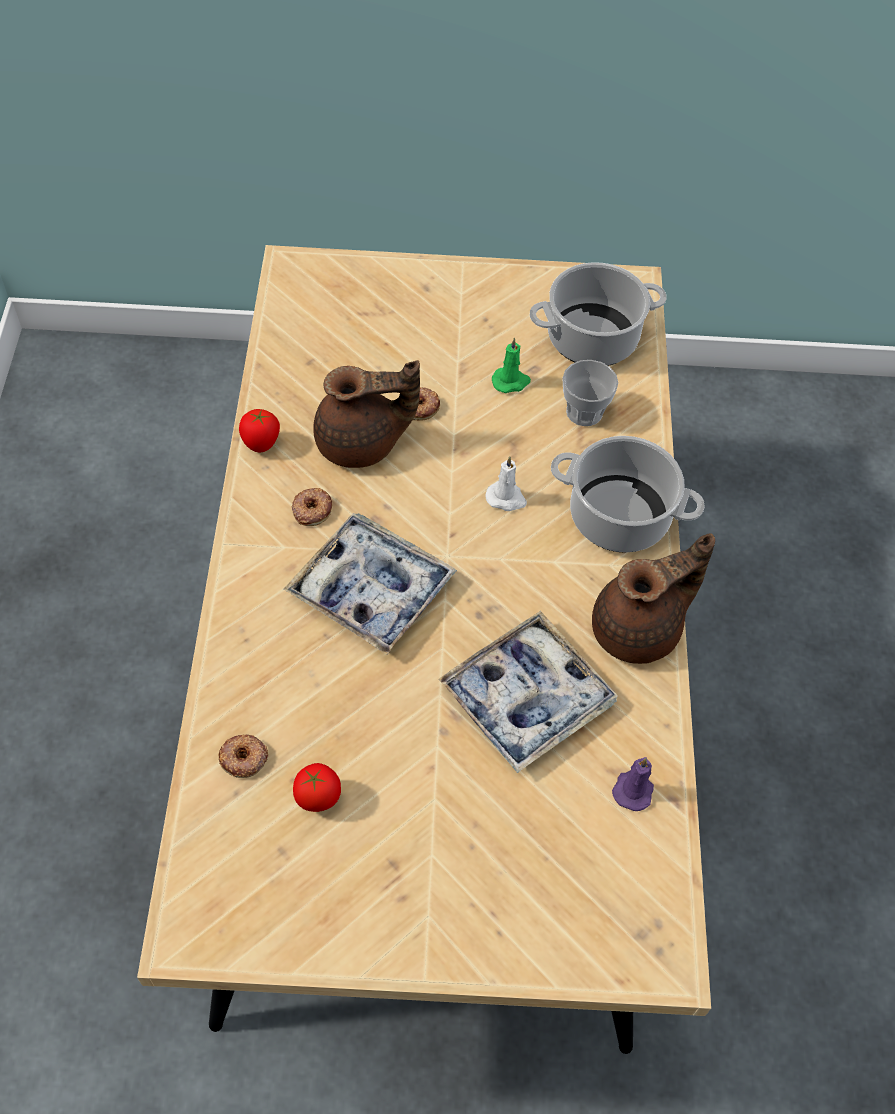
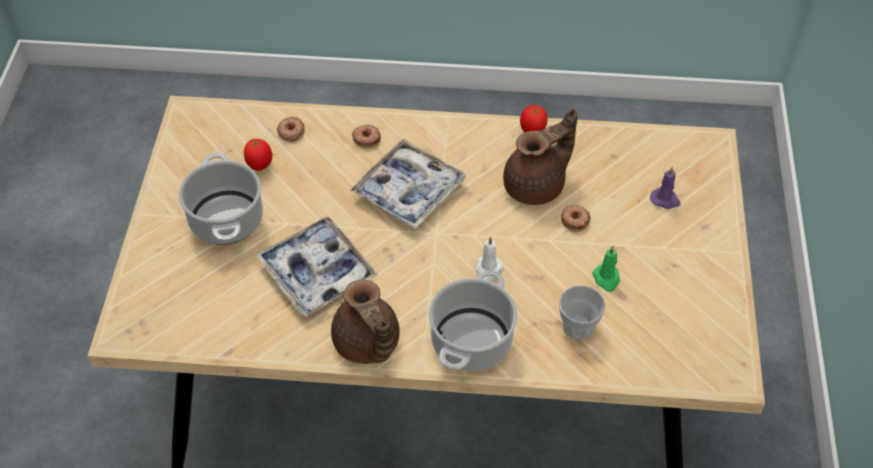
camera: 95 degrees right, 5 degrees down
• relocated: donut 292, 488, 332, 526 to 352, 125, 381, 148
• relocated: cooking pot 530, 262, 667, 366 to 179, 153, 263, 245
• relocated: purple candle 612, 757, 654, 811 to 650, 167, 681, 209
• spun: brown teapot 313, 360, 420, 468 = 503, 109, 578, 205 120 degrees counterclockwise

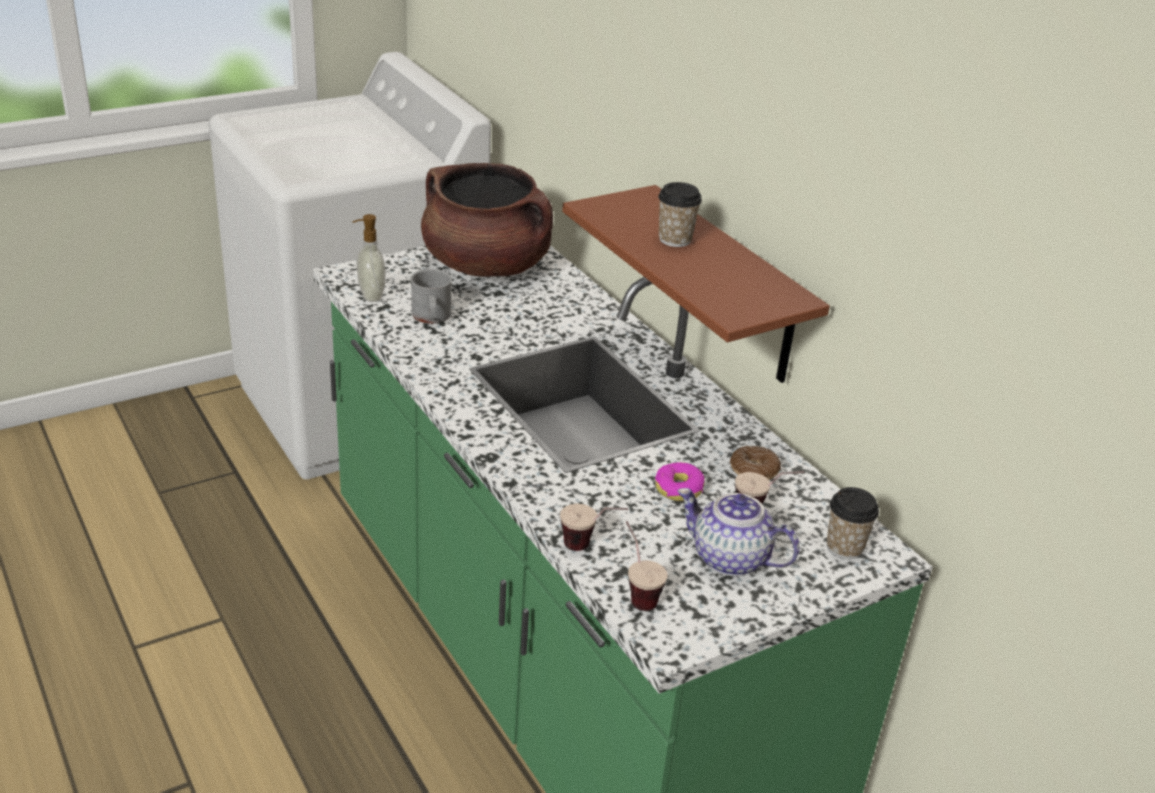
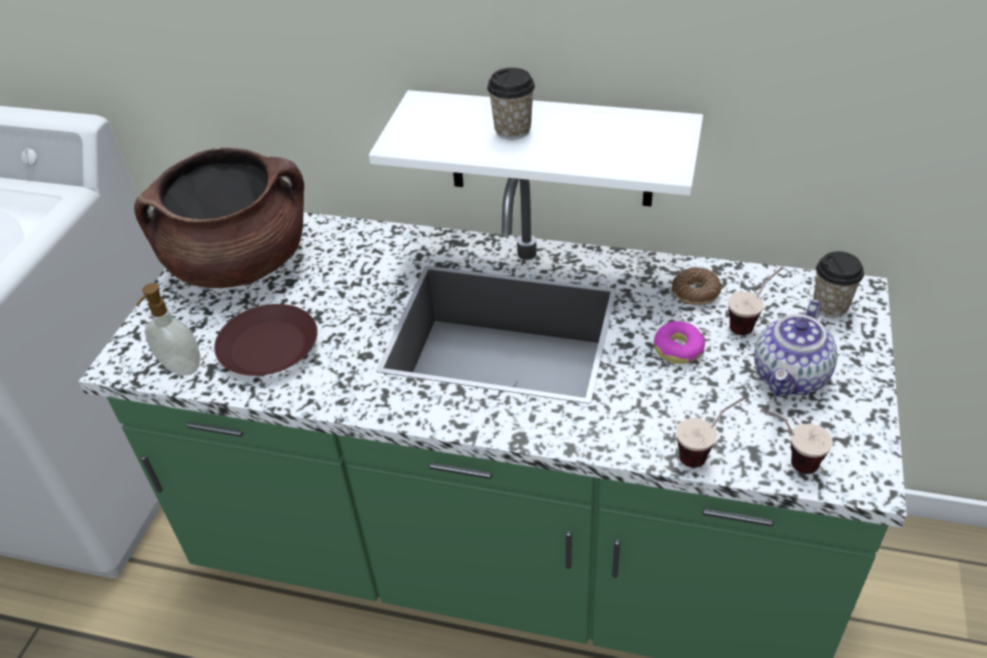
camera: 40 degrees left, 10 degrees up
• exchanged: grey mug 411, 269, 452, 324 to brown plate 214, 304, 318, 376
• colour: brown shelf 562, 185, 830, 383 to white shelf 369, 90, 703, 207
• spun: teapot 677, 488, 800, 576 = 754, 300, 837, 397 45 degrees counterclockwise

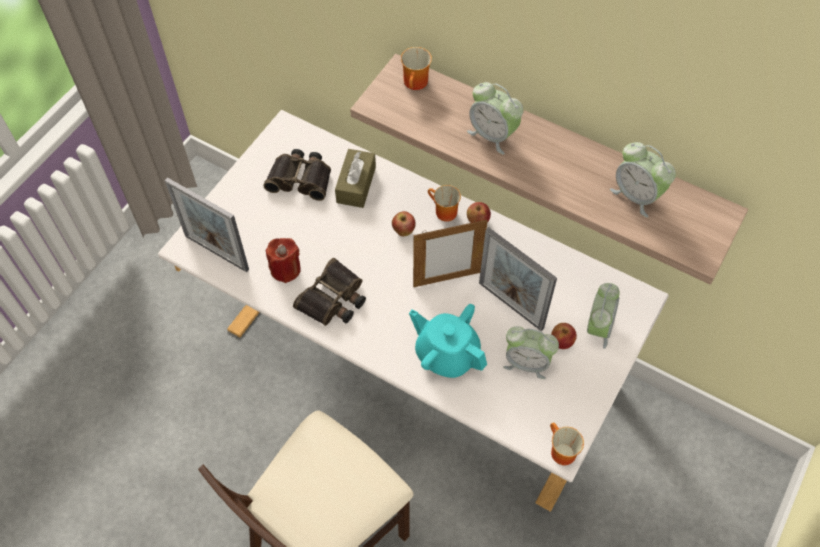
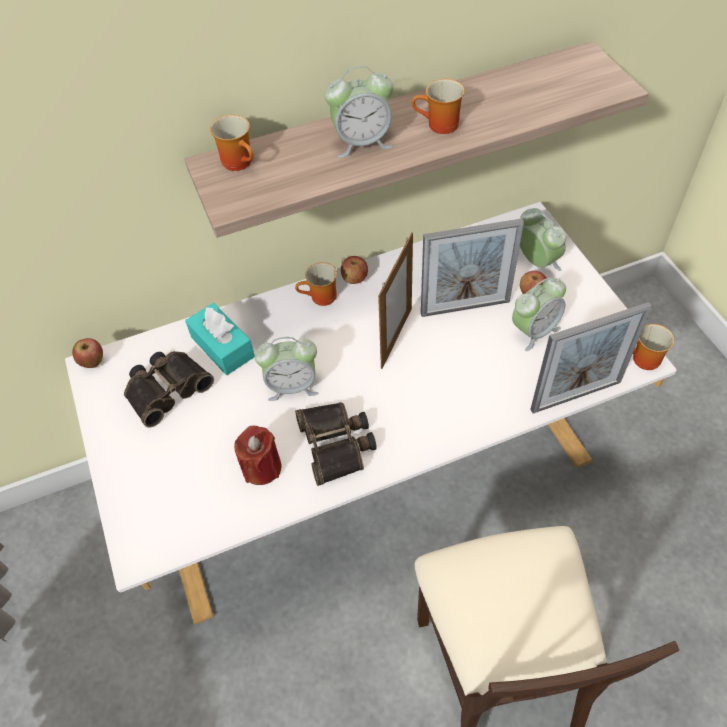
camera: 50 degrees left, 5 degrees down
• missing: turquoise teapot 409, 304, 487, 378
• appeared: mug 412, 79, 465, 134
• relocated: picture frame 164, 177, 249, 272 to 530, 302, 652, 414
• relocated: apple 392, 211, 416, 236 to 72, 338, 103, 368
• relocated: alarm clock 610, 142, 676, 218 to 255, 337, 318, 401
• colour: brown tissue box 335, 149, 376, 208 to turquoise tissue box 185, 303, 255, 375

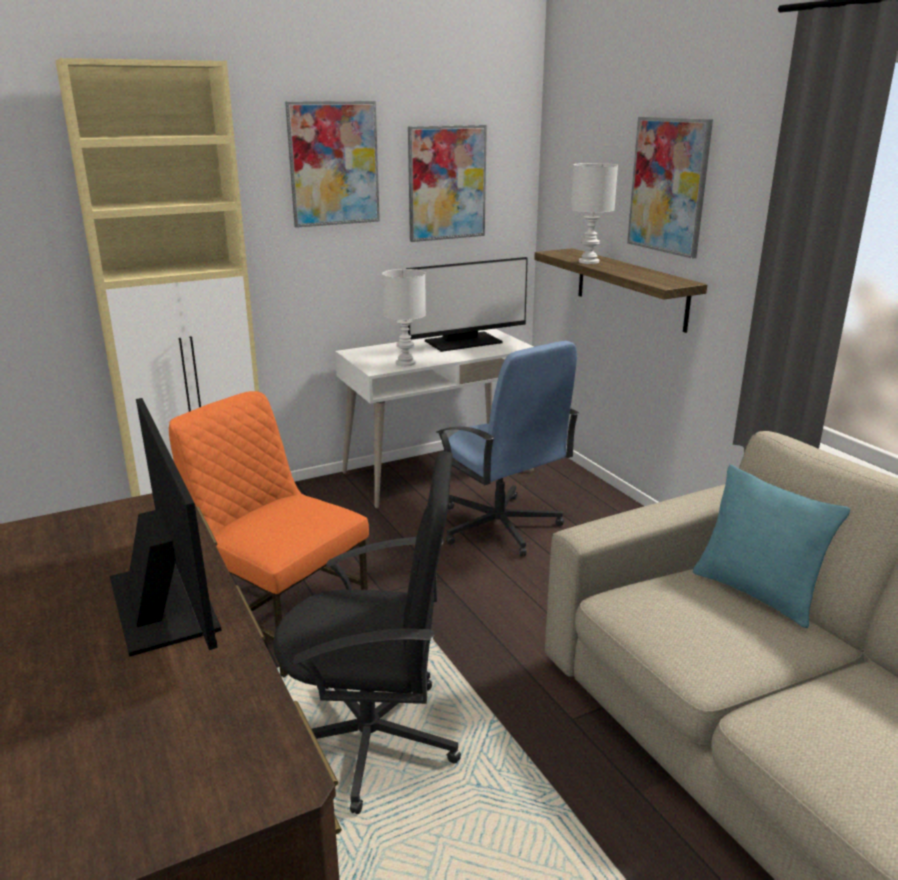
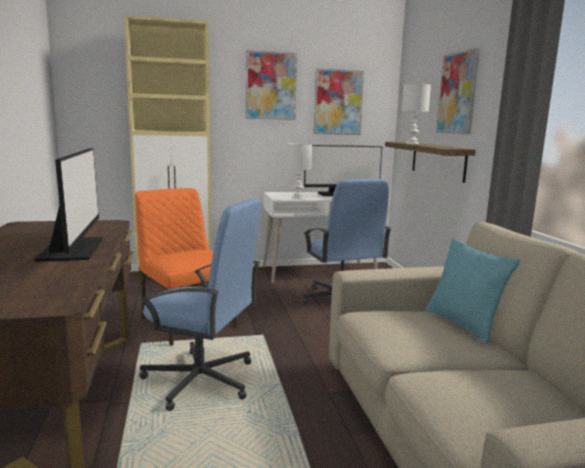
camera: 15 degrees right, 10 degrees down
• colour: black office chair 273, 452, 461, 814 to blue office chair 139, 198, 261, 411

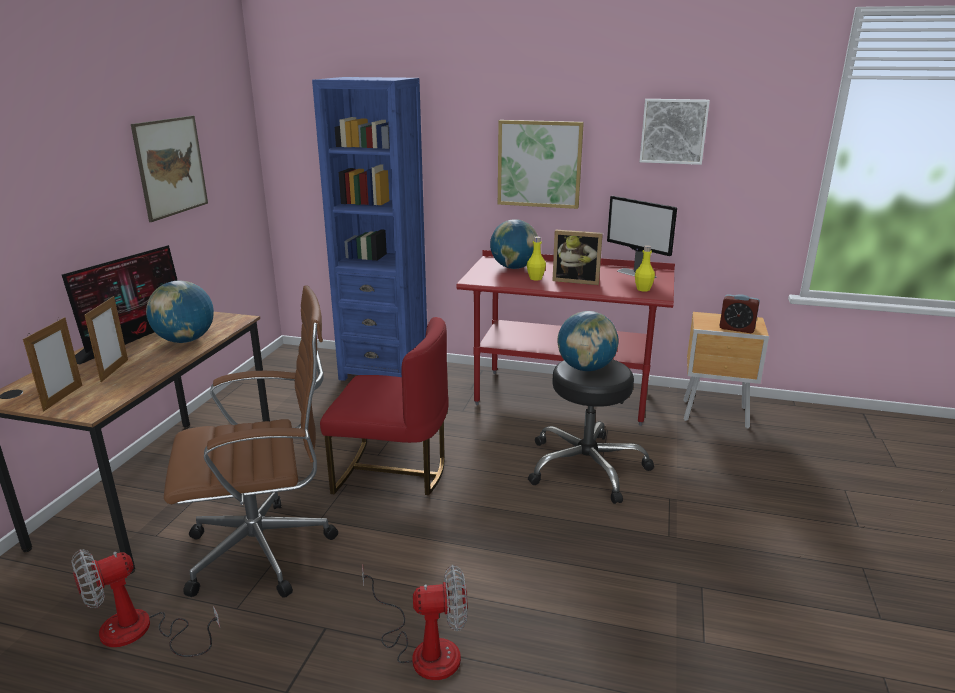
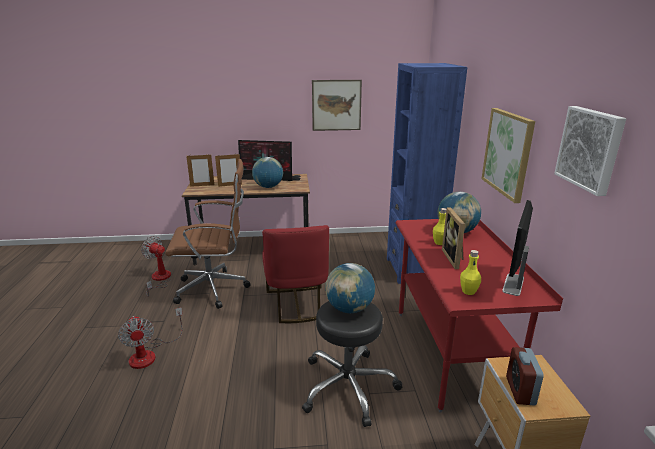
camera: 70 degrees right, 0 degrees up
• spun: brown office chair 164, 285, 338, 598 = 165, 159, 251, 309 60 degrees counterclockwise

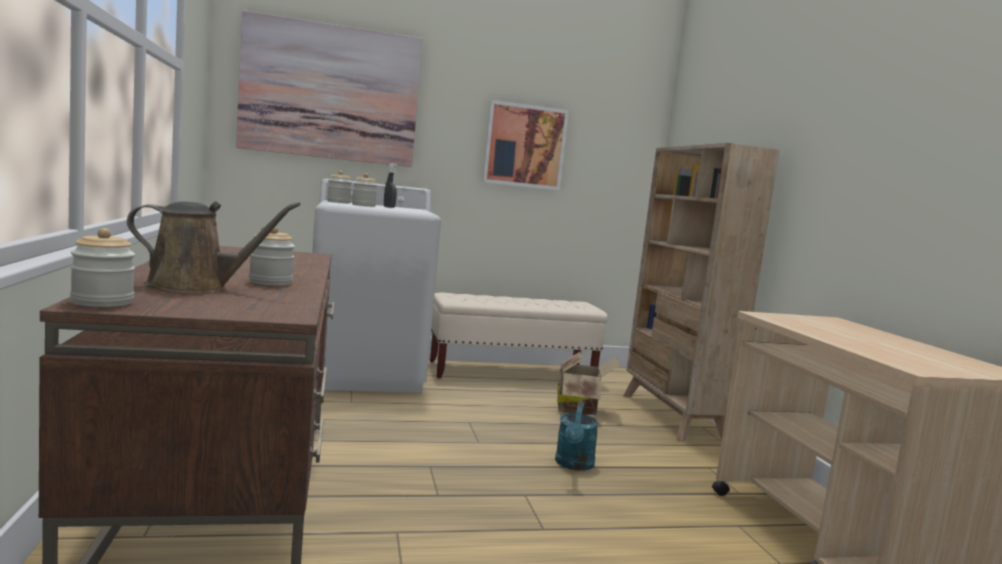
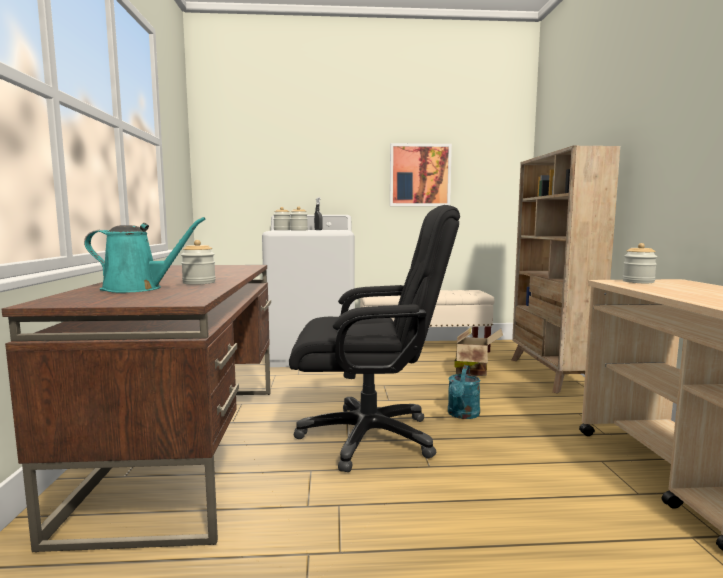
camera: 10 degrees right, 0 degrees up
• missing: picture 236, 10, 423, 167
• appeared: black office chair 289, 205, 460, 472
• relocated: jar 70, 228, 135, 307 to 622, 243, 657, 283
• colour: brown watering can 127, 201, 300, 293 to turquoise watering can 84, 217, 206, 293

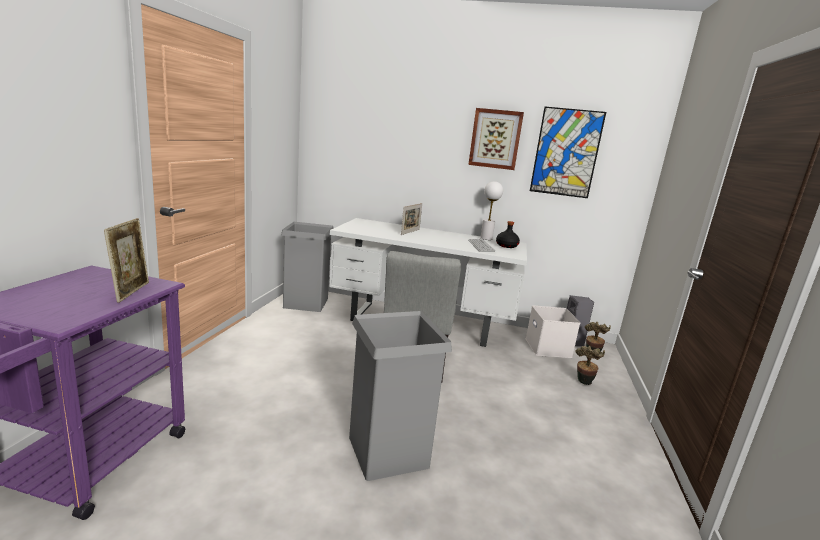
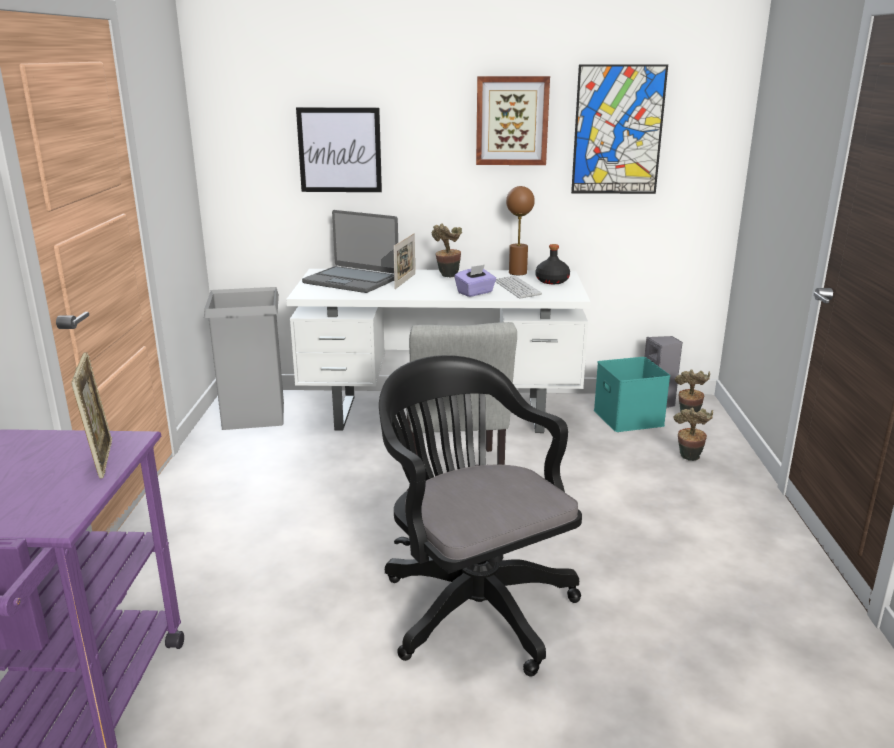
camera: 10 degrees left, 5 degrees up
• appeared: picture 296, 107, 382, 192
• appeared: laptop 302, 210, 398, 293
• appeared: potted plant 432, 223, 462, 277
• appeared: purple tissue box 454, 265, 496, 297
• exchanged: grey trash can 349, 311, 452, 481 to black office chair 379, 355, 582, 676
• colour: white table lamp 480, 181, 503, 240 to brown table lamp 506, 186, 535, 275
• colour: white storage box 526, 305, 580, 358 to turquoise storage box 594, 357, 670, 432

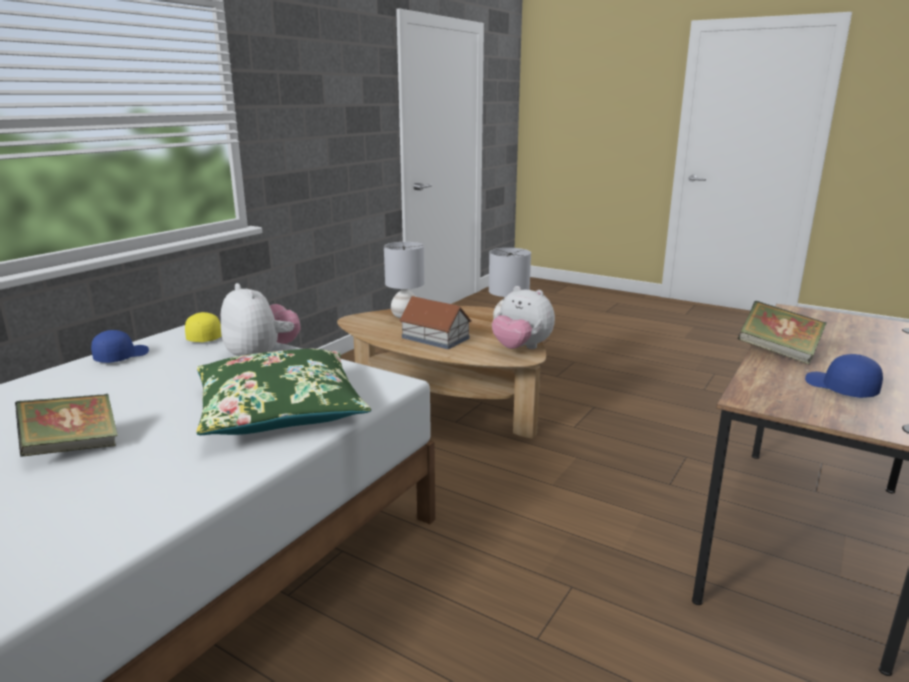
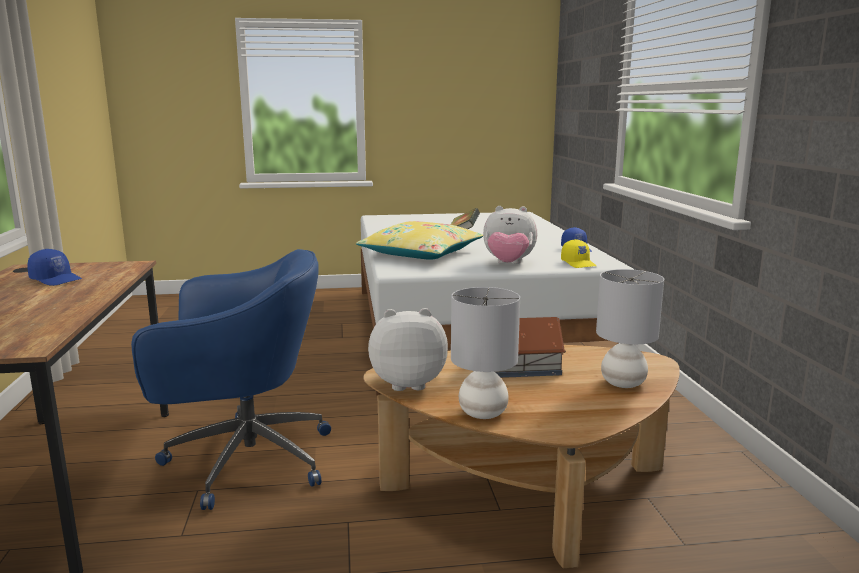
camera: 140 degrees right, 5 degrees down
• missing: book 738, 301, 827, 365
• appeared: blue office chair 131, 249, 331, 510
• colour: green pillow 196, 349, 371, 435 to yellow pillow 356, 221, 483, 260

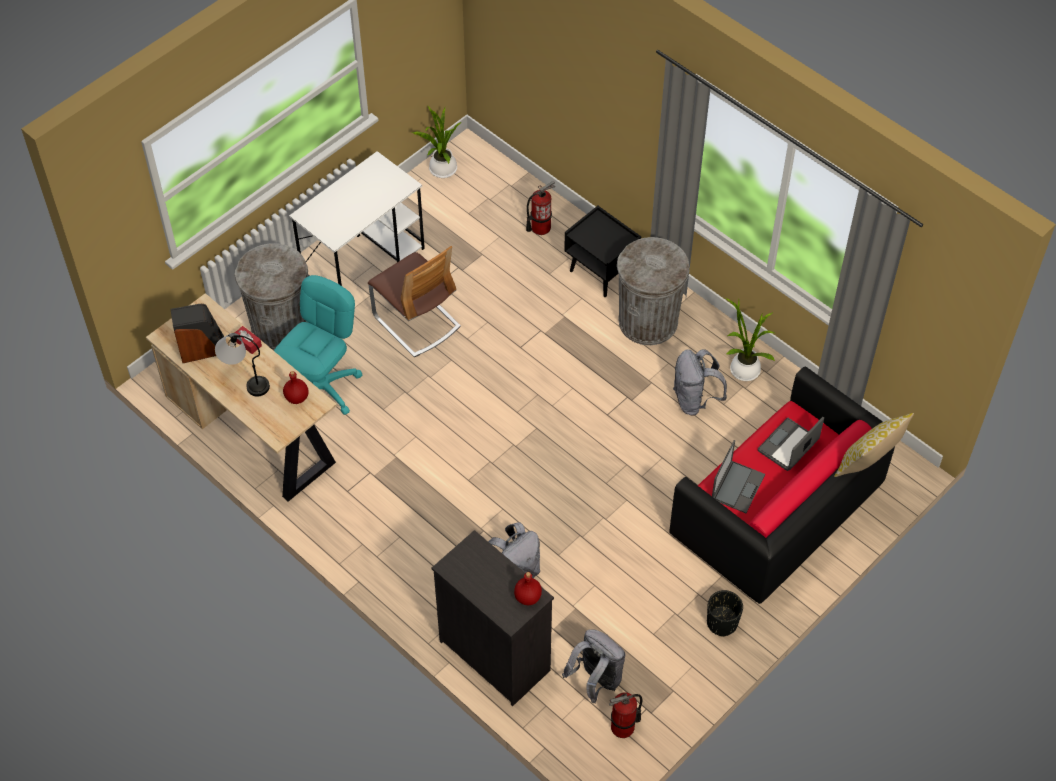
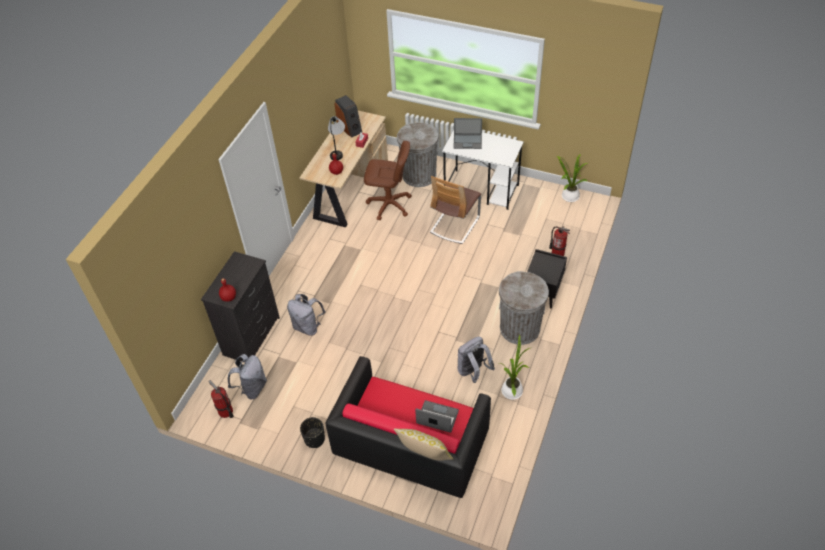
camera: 70 degrees right, 5 degrees down
• relocated: laptop 712, 440, 765, 513 to 453, 118, 482, 149
• colour: turquoise office chair 274, 275, 363, 415 to brown office chair 364, 141, 412, 220

